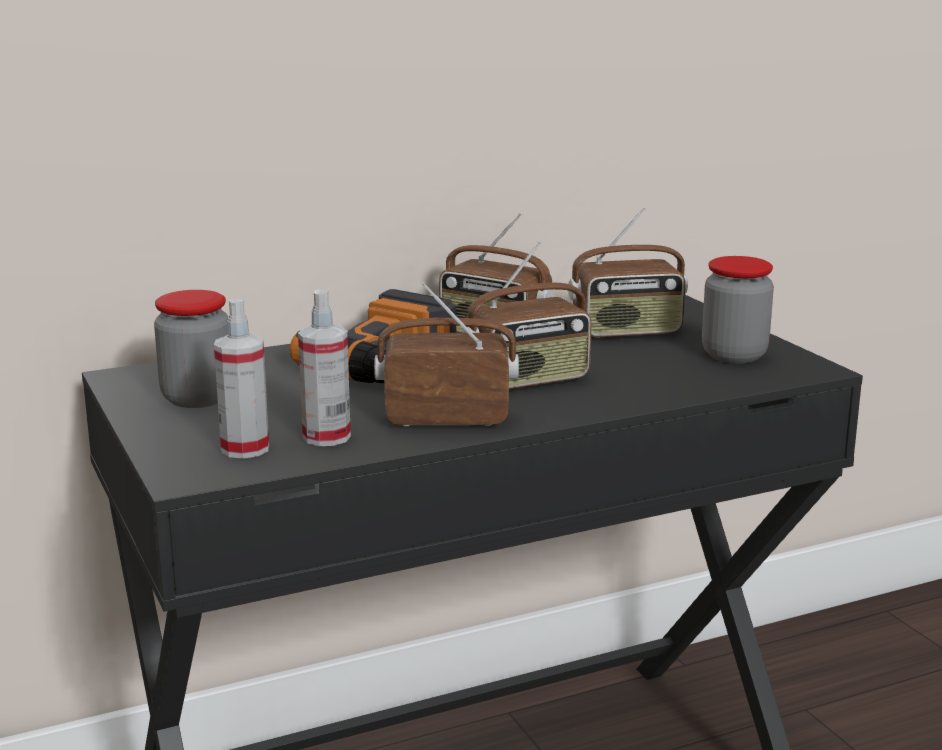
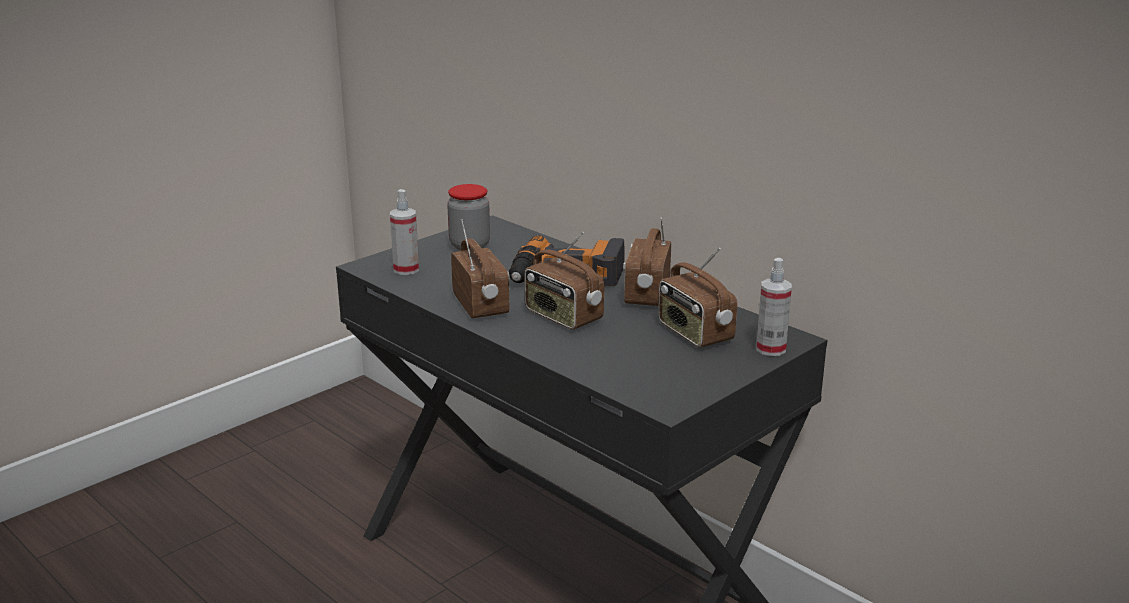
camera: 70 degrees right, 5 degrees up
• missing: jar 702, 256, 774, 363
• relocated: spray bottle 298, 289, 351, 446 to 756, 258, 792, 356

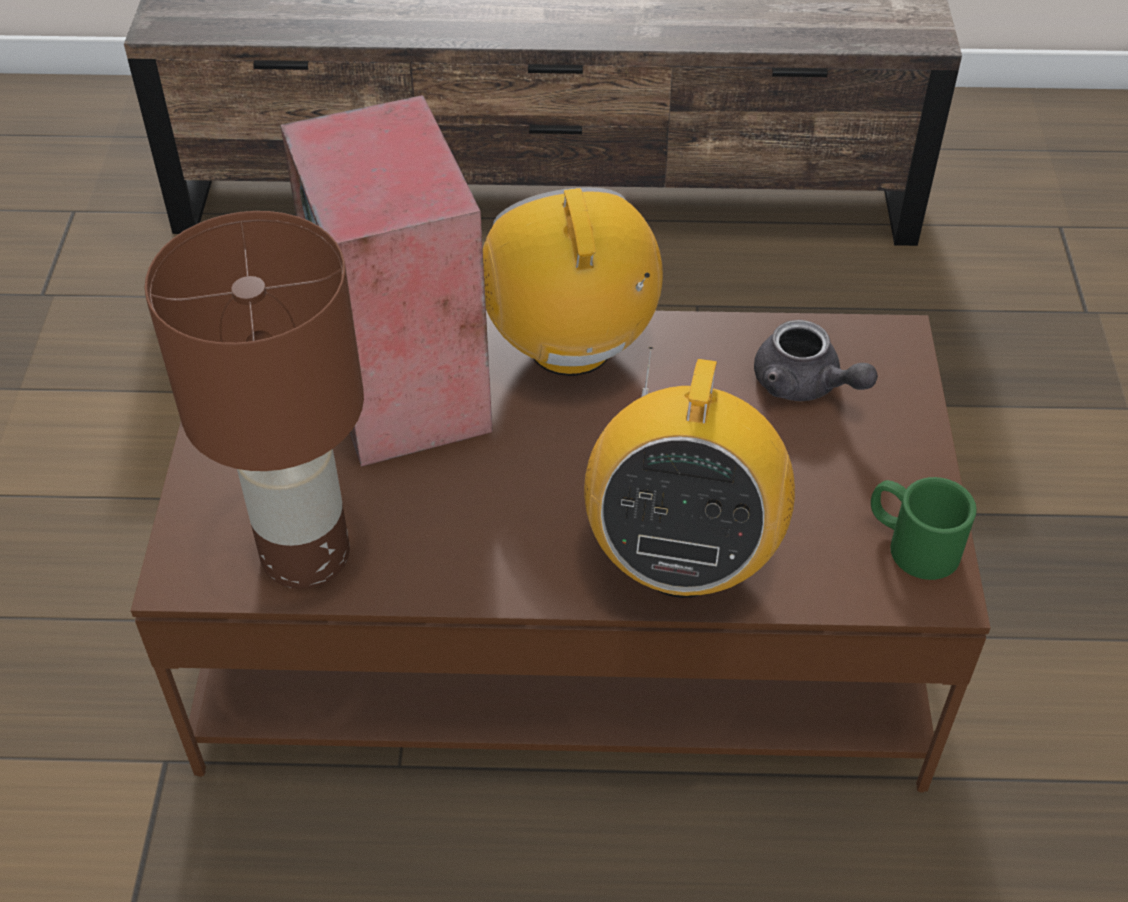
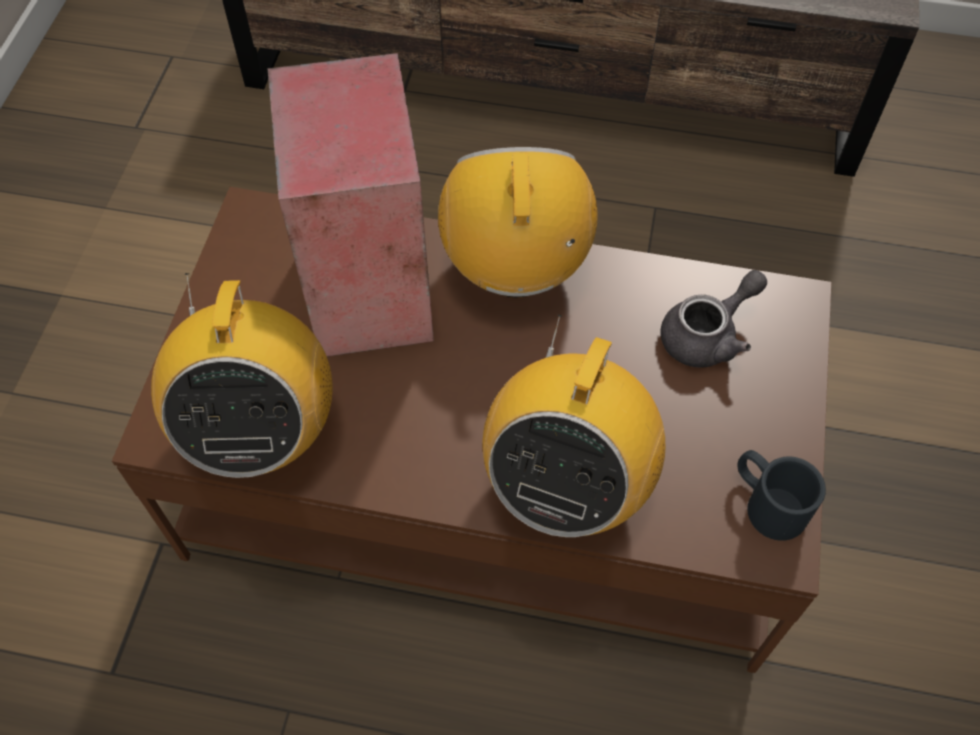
camera: 10 degrees right, 10 degrees up
• exchanged: brown table lamp 144, 211, 364, 589 to radio 151, 273, 333, 478
• colour: green mug 871, 477, 977, 580 to black mug 737, 450, 826, 541
• spun: grey teapot 754, 320, 878, 401 = 661, 270, 767, 368 90 degrees counterclockwise

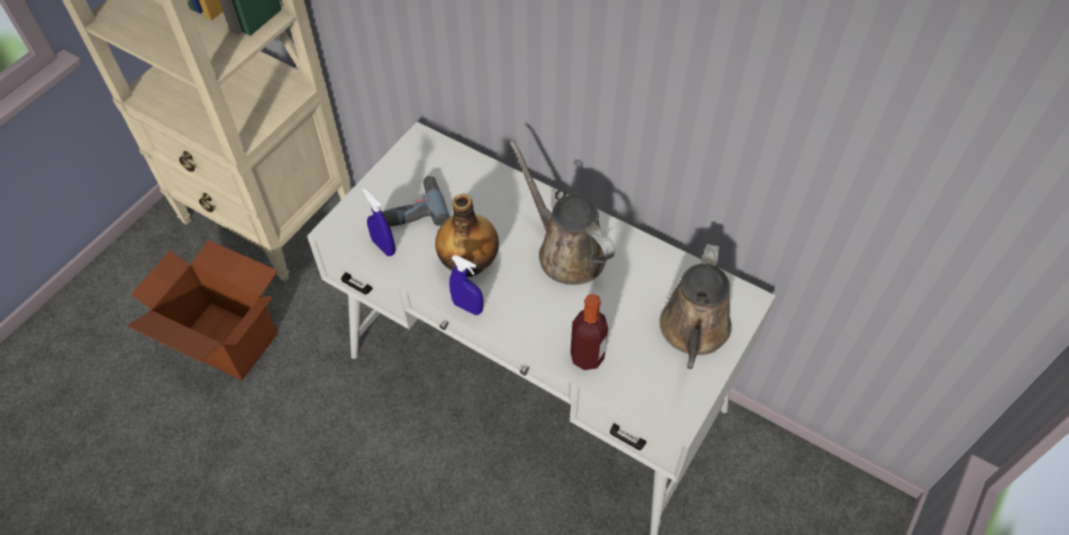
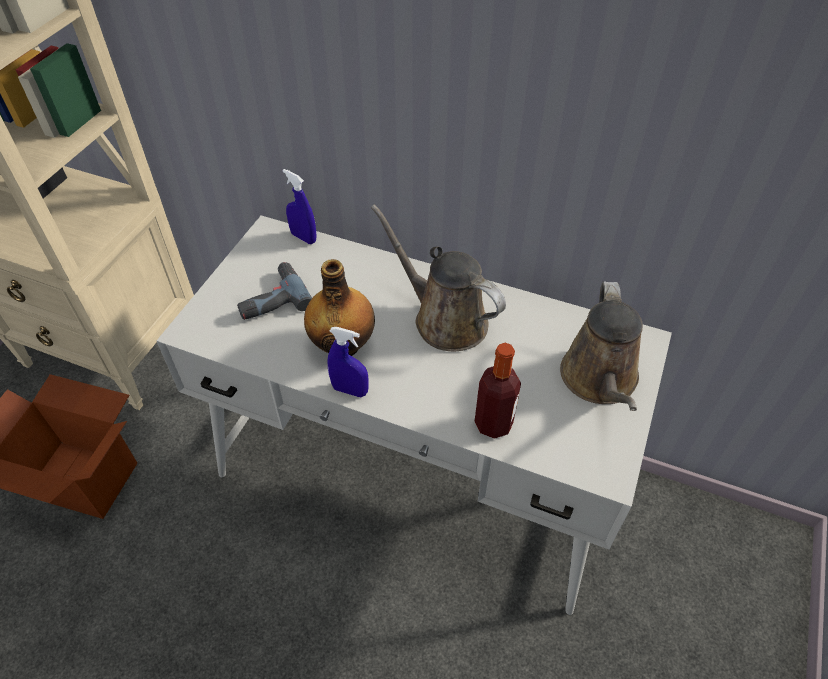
camera: 10 degrees left, 5 degrees down
• relocated: blue spray bottle 363, 188, 396, 256 to 283, 169, 317, 244

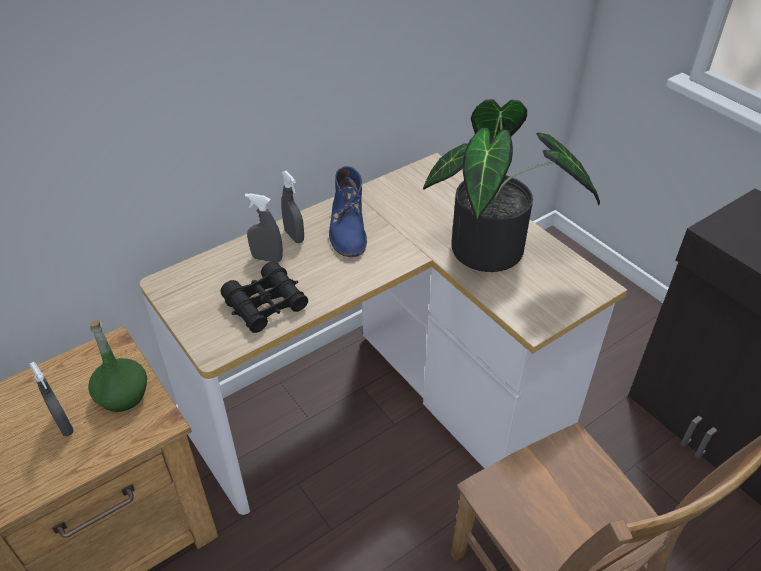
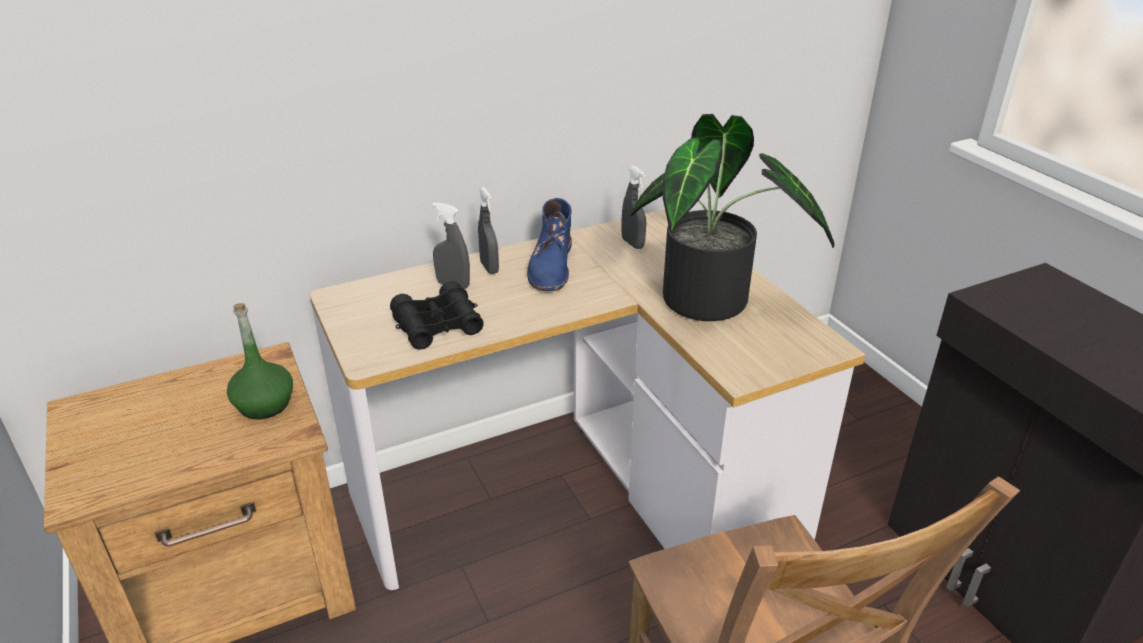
camera: 10 degrees right, 10 degrees down
• relocated: grey spray bottle 30, 361, 74, 436 to 622, 166, 646, 249

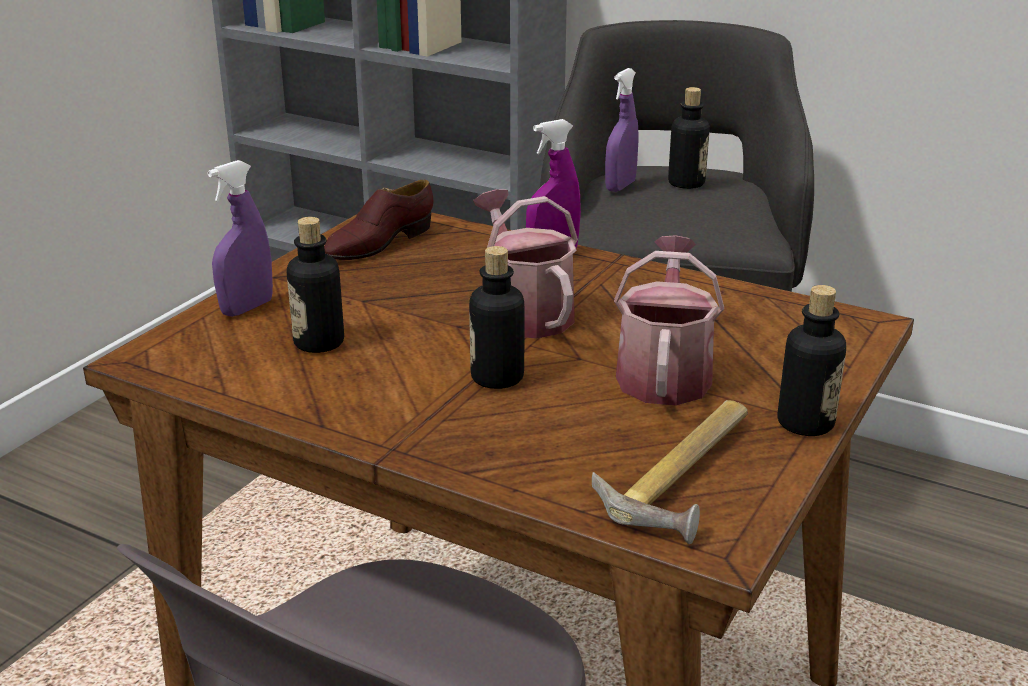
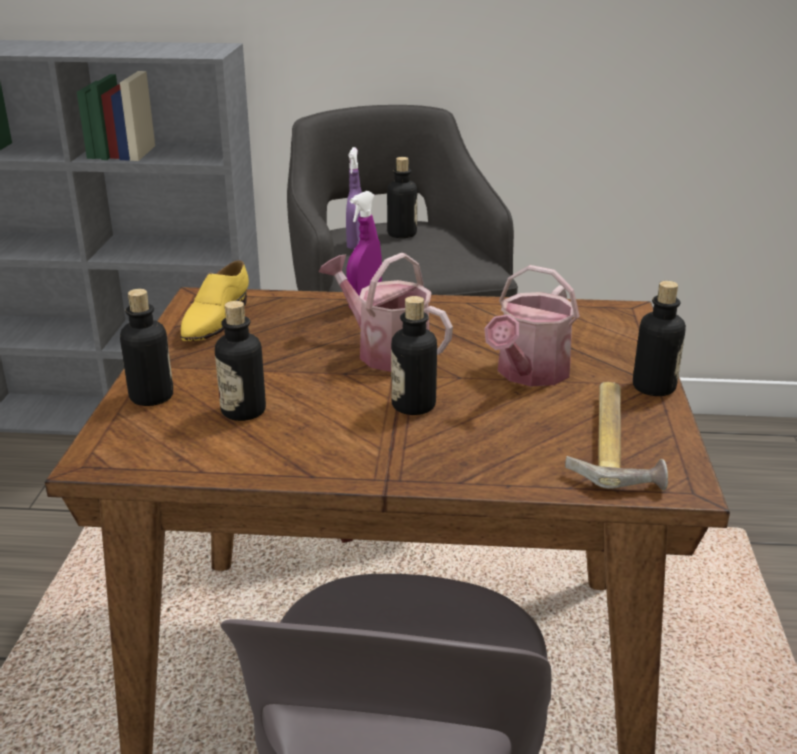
camera: 25 degrees left, 0 degrees up
• exchanged: purple spray bottle 207, 160, 273, 317 to bottle 120, 289, 173, 406
• colour: brown shoe 324, 180, 434, 260 to yellow shoe 180, 260, 249, 341
• spun: watering can 614, 235, 724, 406 = 484, 265, 580, 387 135 degrees counterclockwise

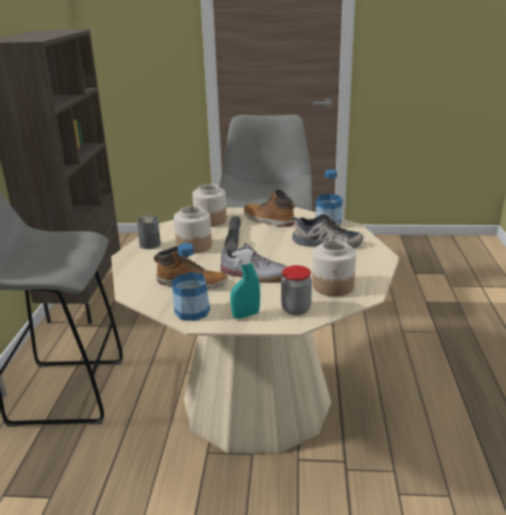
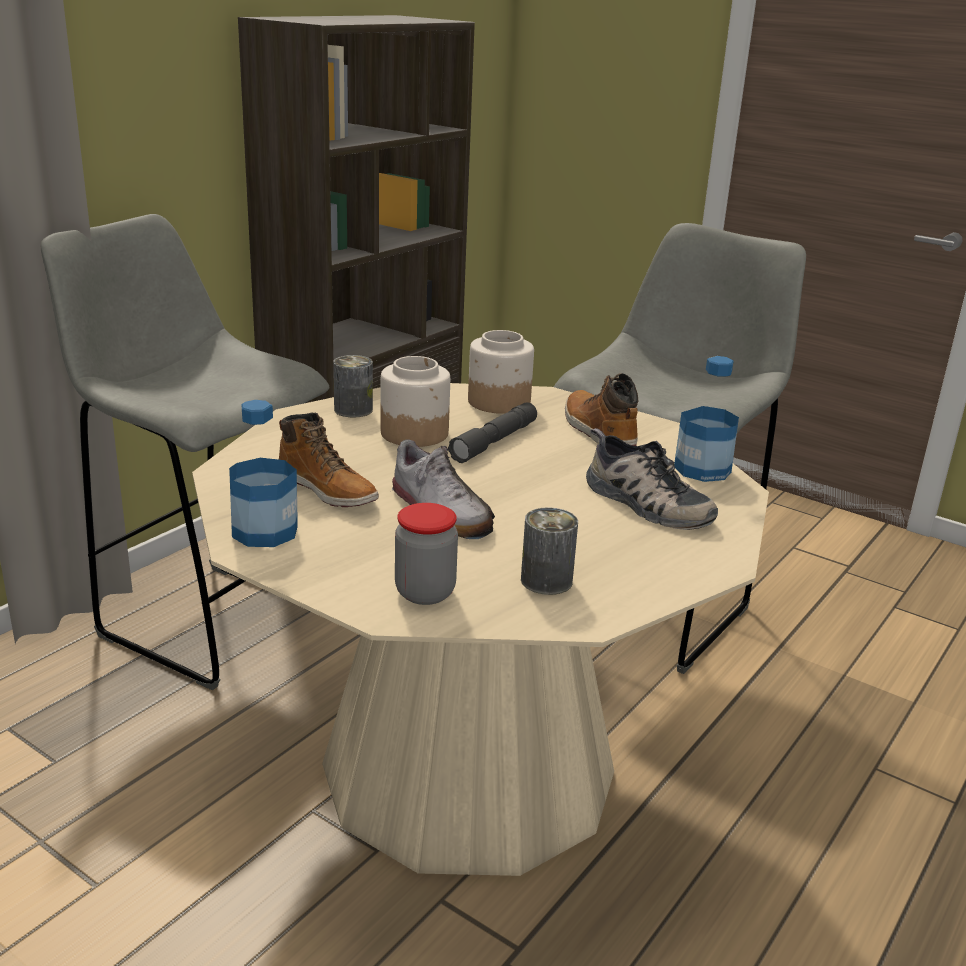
camera: 30 degrees right, 0 degrees up
• missing: turquoise spray bottle 230, 249, 260, 319
• exchanged: jar 312, 240, 356, 296 to can 521, 507, 578, 595

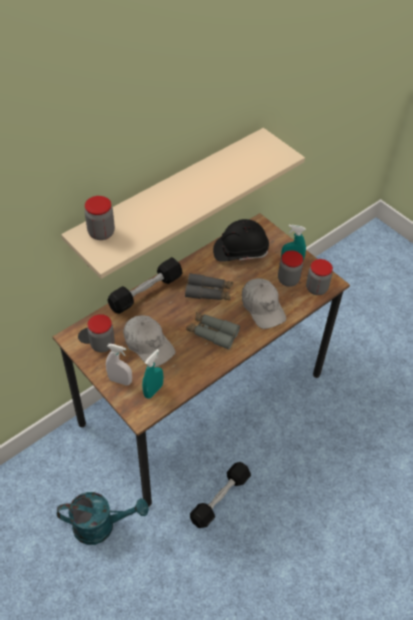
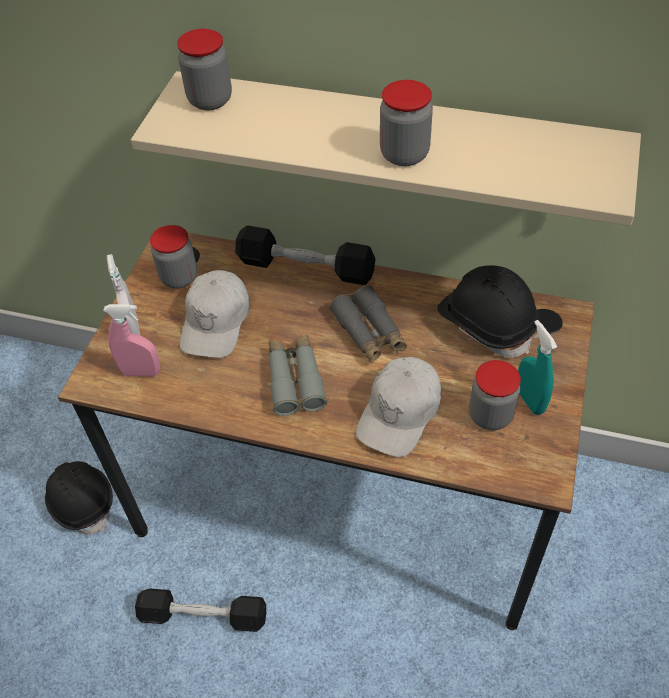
camera: 60 degrees right, 0 degrees up
• relocated: jar 306, 259, 333, 295 to 380, 80, 433, 166
• exchanged: turquoise watering can 57, 492, 149, 545 to black hard hat 45, 461, 113, 534
• colour: turquoise spray bottle 142, 349, 163, 399 to pink spray bottle 103, 304, 161, 377

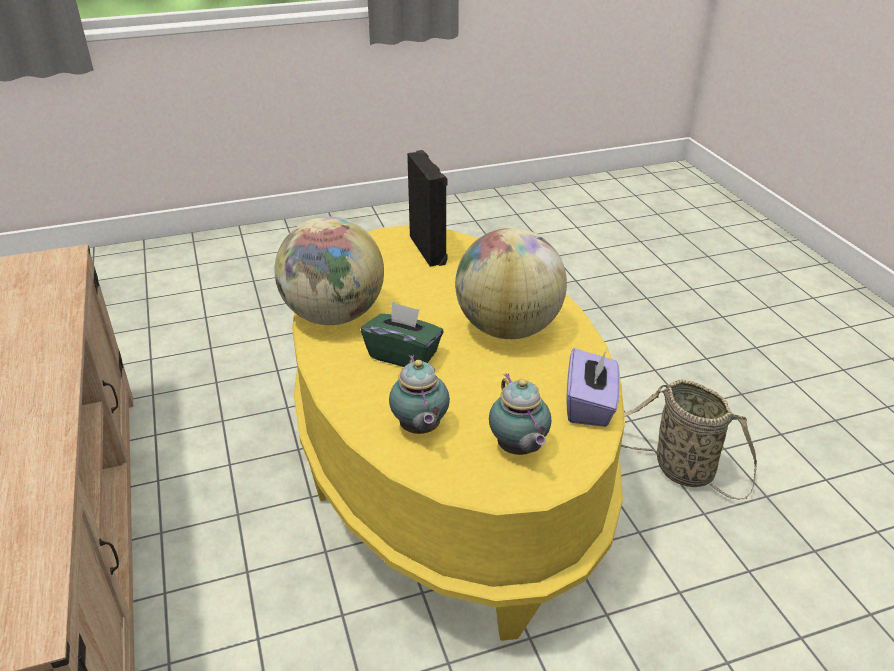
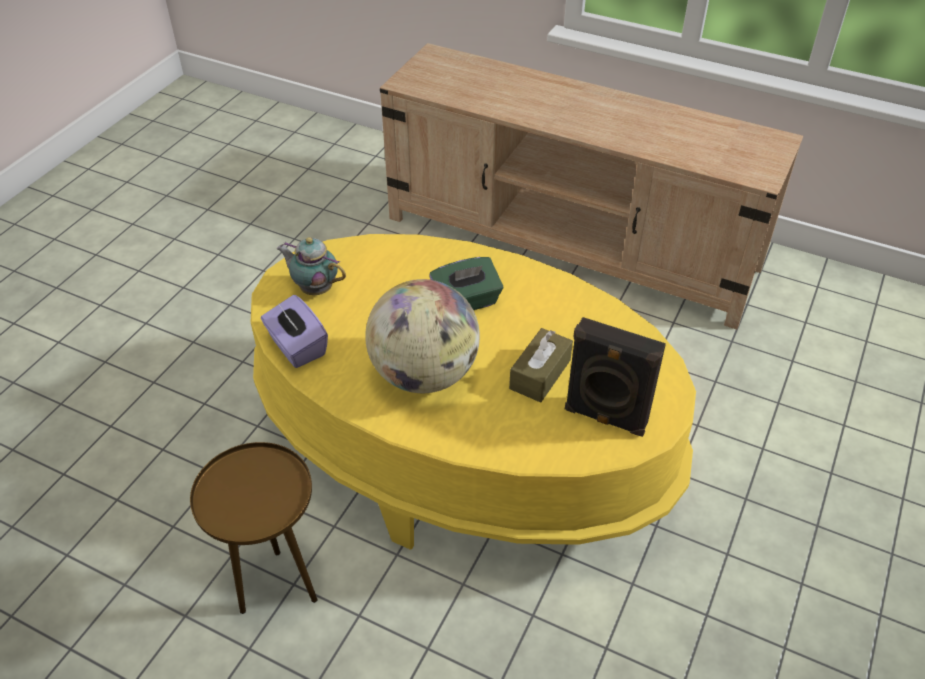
camera: 135 degrees right, 10 degrees up
• missing: globe 274, 216, 384, 325
• missing: teapot 389, 355, 450, 434
• appeared: brown tissue box 509, 328, 573, 402
• exchanged: basket 621, 379, 757, 500 to brown side table 190, 442, 317, 614

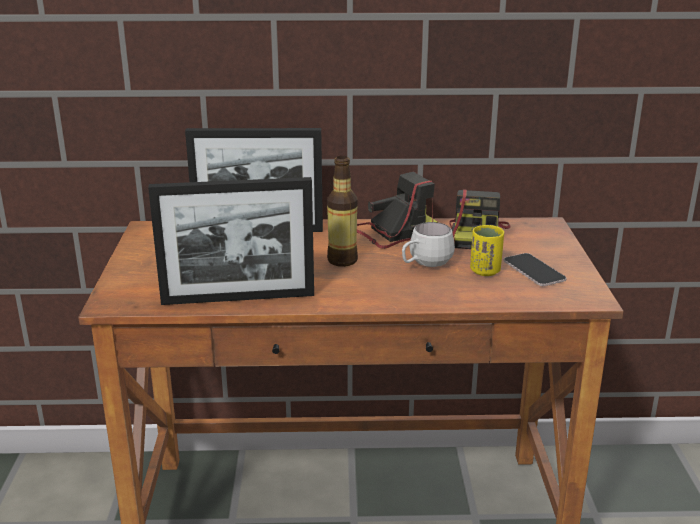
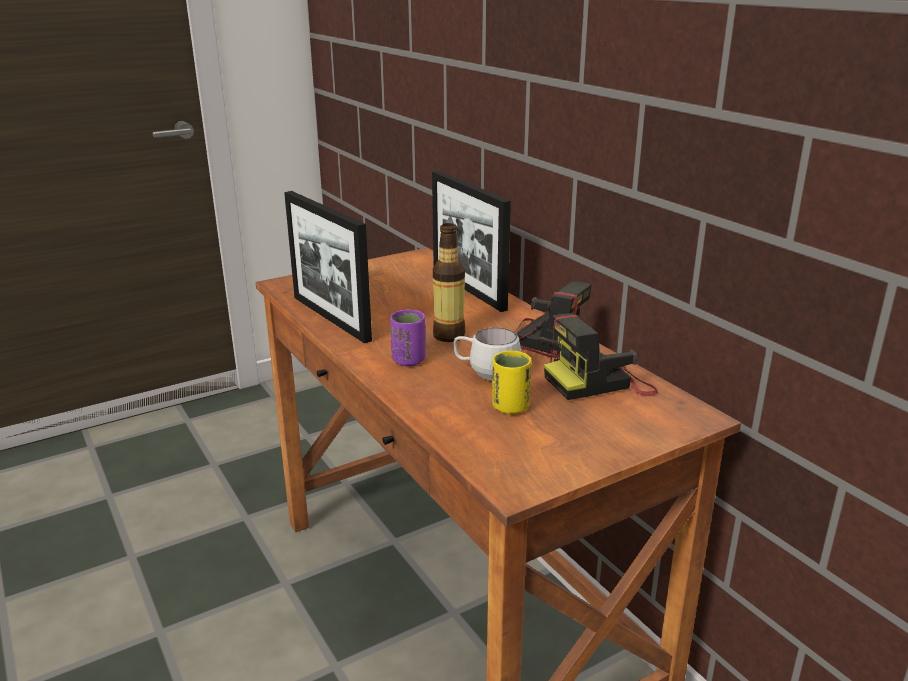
camera: 60 degrees right, 0 degrees up
• missing: phone 504, 253, 567, 286
• appeared: purple cup 390, 310, 425, 366

